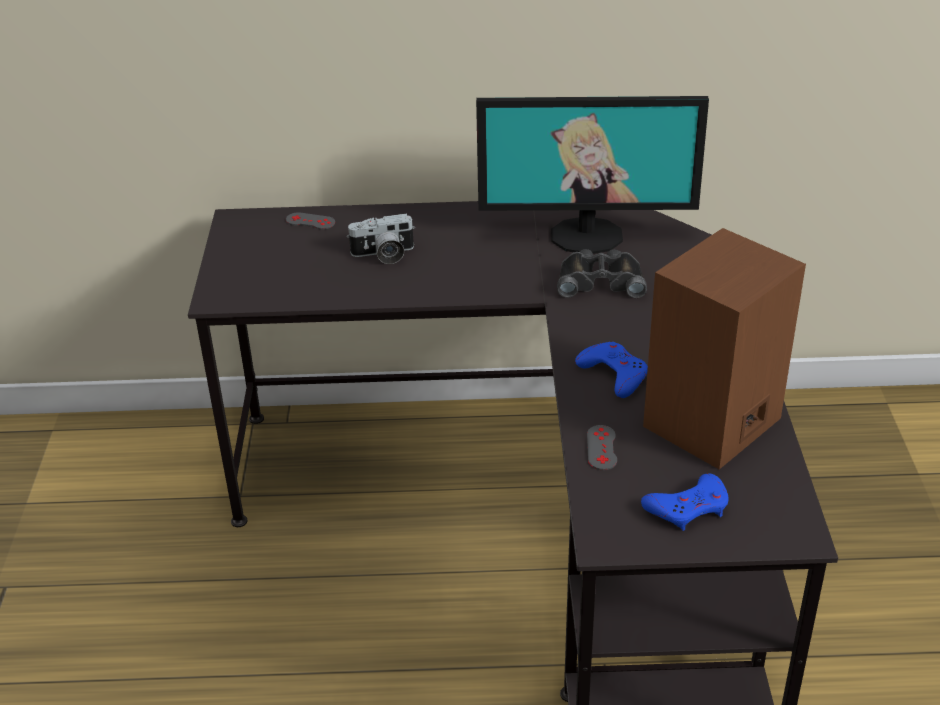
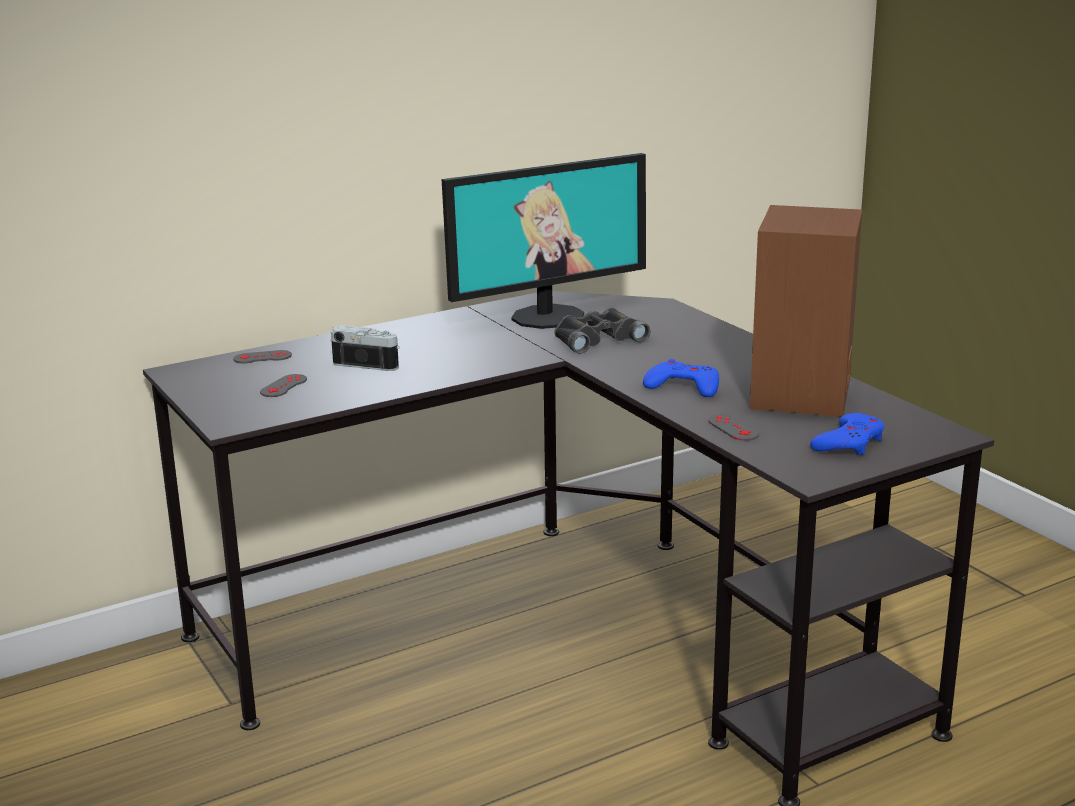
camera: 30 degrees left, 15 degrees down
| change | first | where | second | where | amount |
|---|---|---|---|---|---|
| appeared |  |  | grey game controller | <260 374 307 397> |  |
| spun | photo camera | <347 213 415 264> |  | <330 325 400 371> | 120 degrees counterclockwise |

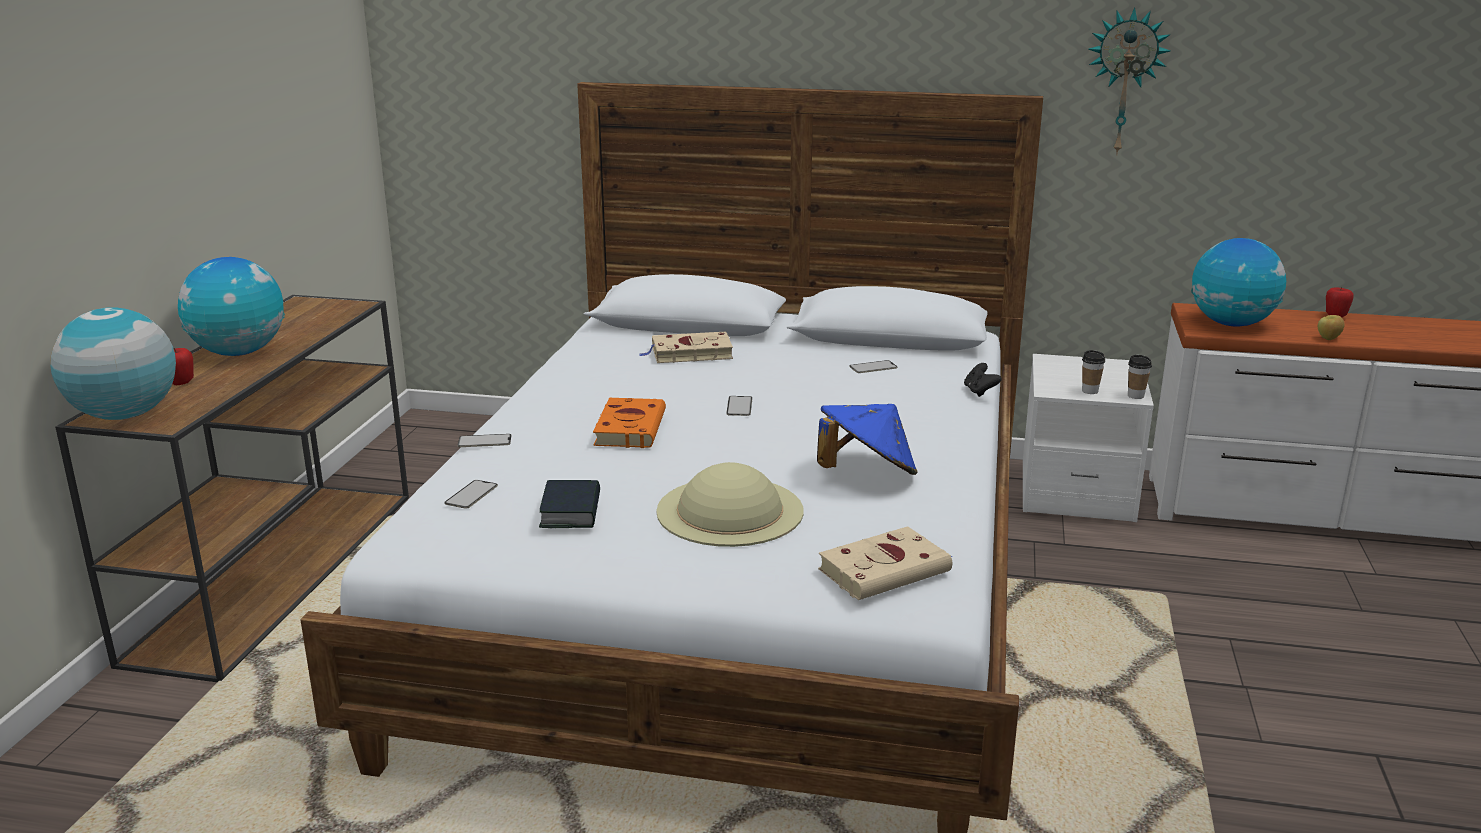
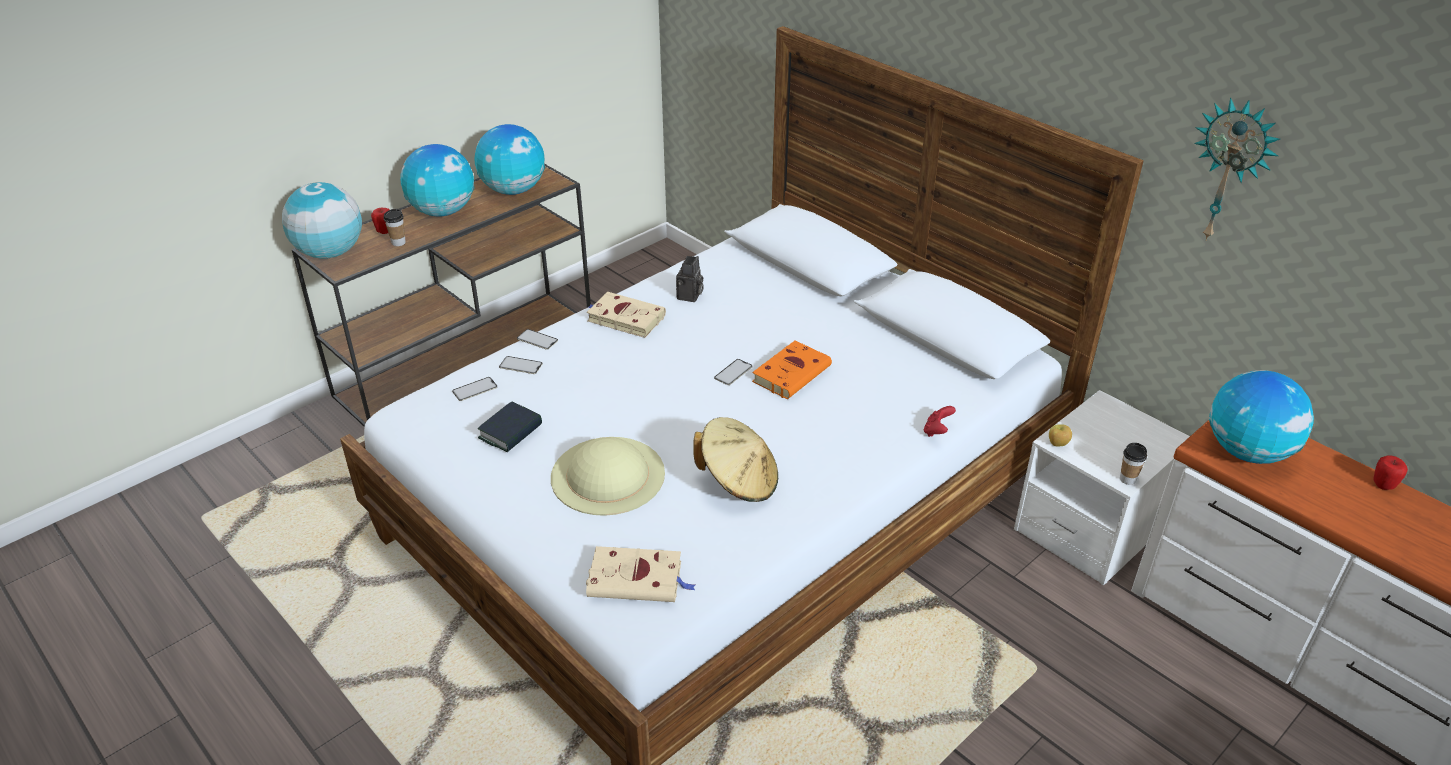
camera: 35 degrees right, 15 degrees up
| change | first | where | second | where | amount |
|---|---|---|---|---|---|
| appeared |  |  | globe | <474 124 545 195> |  |
| appeared |  |  | photo camera | <676 256 703 302> |  |
| relocated | orange book | <593 398 666 448> |  | <752 341 832 399> |  |
| relocated | beige book | <640 332 733 363> |  | <587 292 666 338> |  |
| relocated | phone | <849 360 898 373> |  | <499 356 543 374> |  |
| relocated | cup | <1082 350 1105 394> |  | <384 209 406 246> |  |
| relocated | apple | <1318 315 1345 340> |  | <1049 424 1072 446> |  |
| colour | blue hat | <817 404 917 475> | beige hat | <693 417 778 502> |  |
| colour | black game controller | <964 363 1002 397> | red game controller | <924 406 956 437> |  |

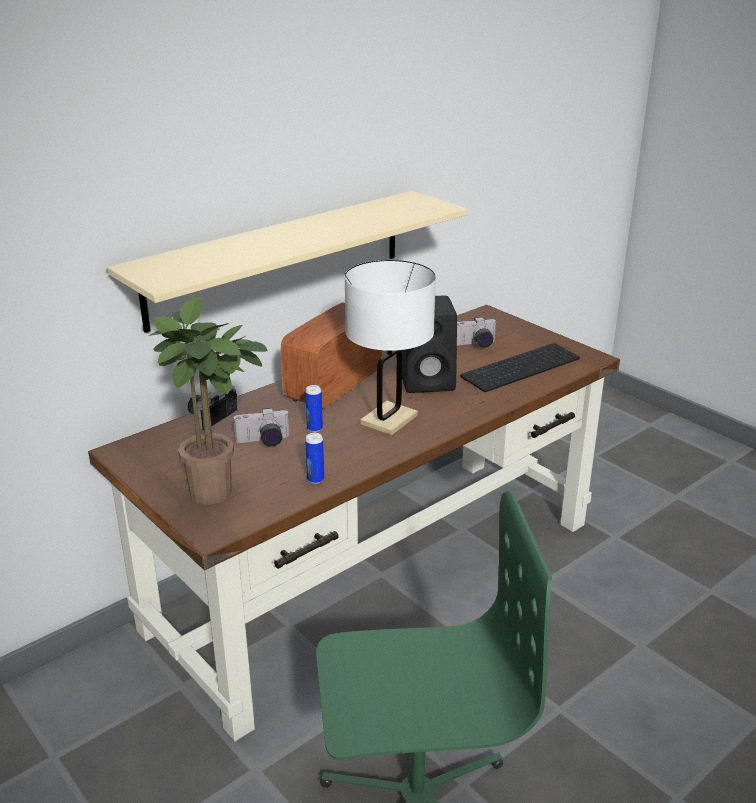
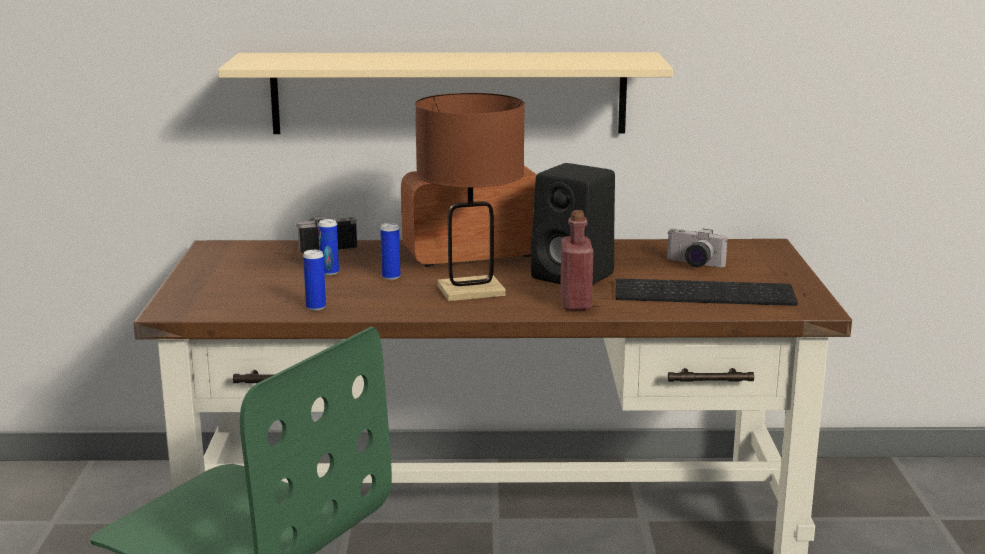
camera: 40 degrees right, 10 degrees down
| change | first | where | second | where | amount |
|---|---|---|---|---|---|
| missing | potted plant | <149 297 268 504> |  |  |  |
| appeared |  |  | red bottle | <560 210 594 311> |  |
| exchanged | photo camera | <233 408 290 447> | can | <318 219 339 275> |  |
| colour | white table lamp | <345 260 436 435> | brown table lamp | <415 93 525 301> |  |

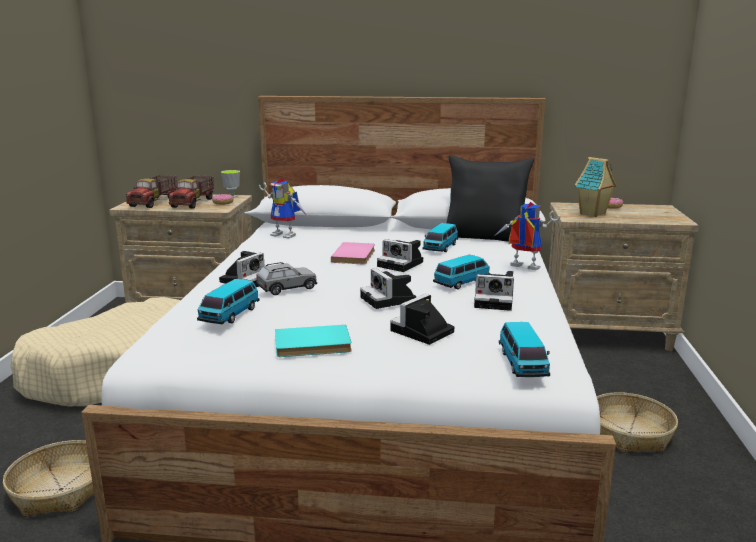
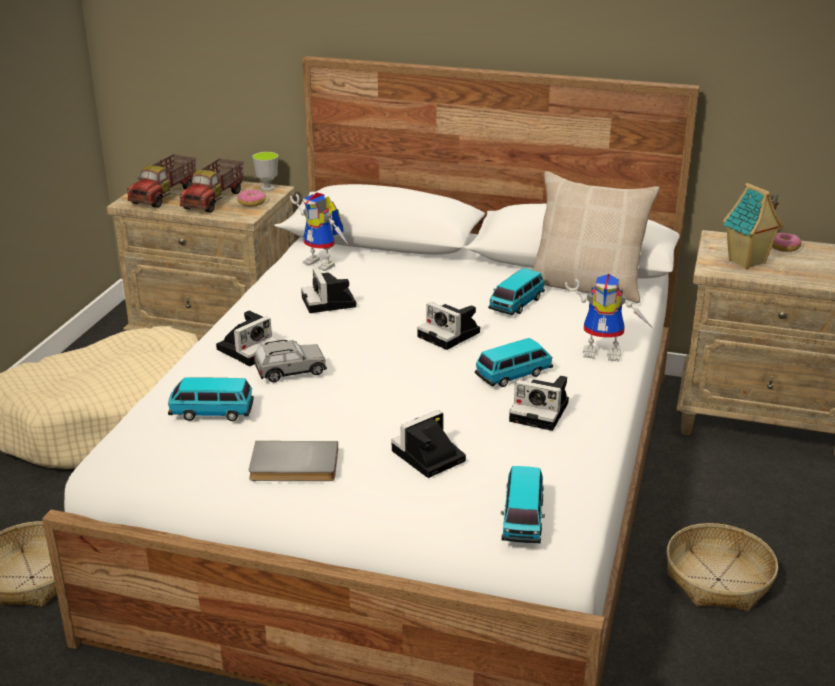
camera: 10 degrees right, 10 degrees up
| change | first | where | second | where | amount |
|---|---|---|---|---|---|
| missing | pink book | <331 242 375 264> |  |  |  |
| relocated | photo camera | <360 268 416 309> |  | <301 268 357 313> |  |
| colour | turquoise book | <275 325 352 357> | grey book | <249 441 338 481> |  |
| colour | black pillow | <447 155 534 242> | beige pillow | <533 171 660 303> |  |
| spun | toy car | <197 279 260 324> |  | <168 377 254 421> | 60 degrees clockwise |
| spun | toy robot | <493 202 561 270> |  | <565 274 653 362> | 150 degrees clockwise |

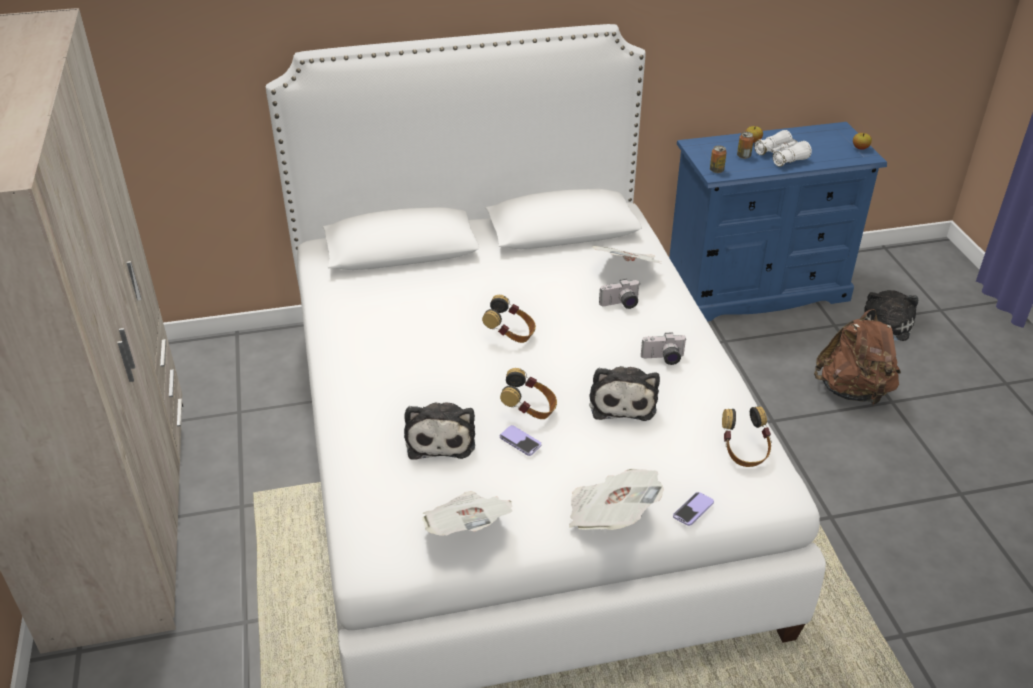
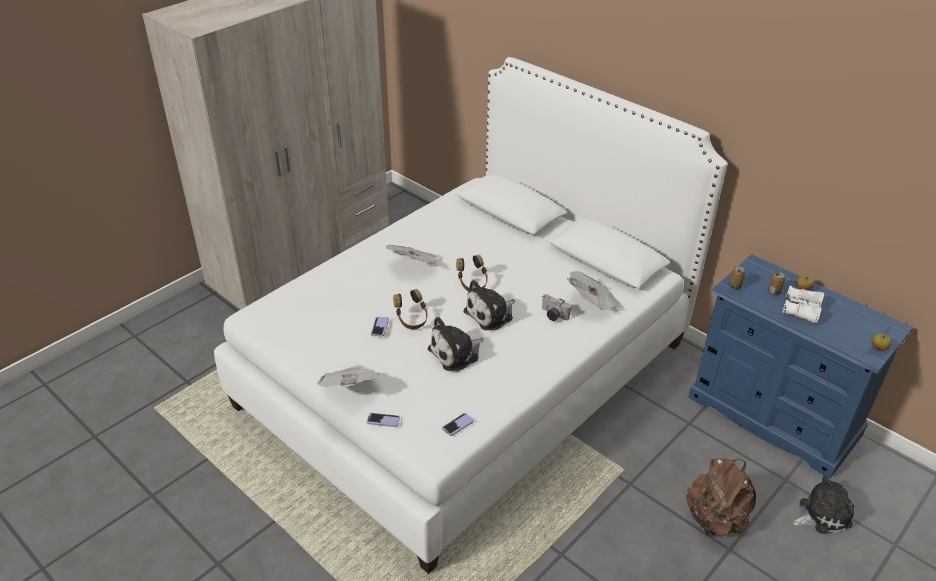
camera: 55 degrees right, 0 degrees up
| change | first | where | second | where | amount |
|---|---|---|---|---|---|
| missing | photo camera | <641 332 687 365> |  |  |  |
| relocated | plush toy | <404 402 475 460> |  | <463 280 515 331> |  |
| relocated | newspaper | <422 491 513 536> |  | <386 245 439 263> |  |
| exchanged | headphones | <722 406 772 467> | phone | <442 413 474 436> |  |

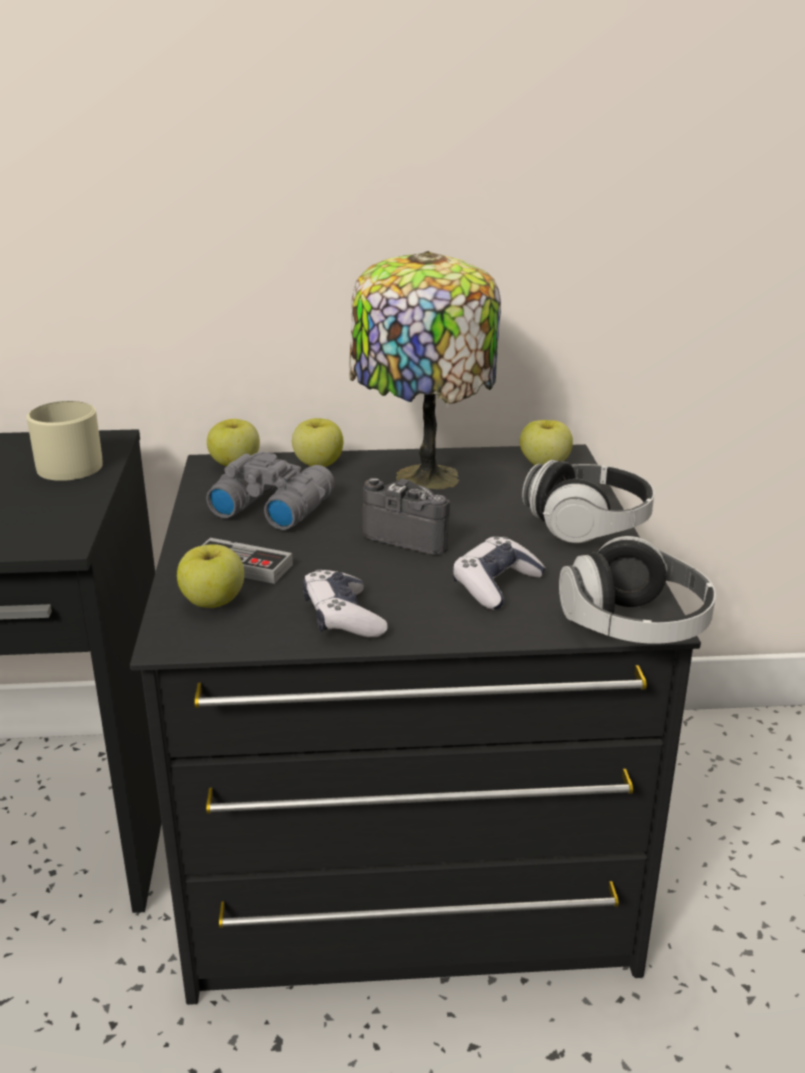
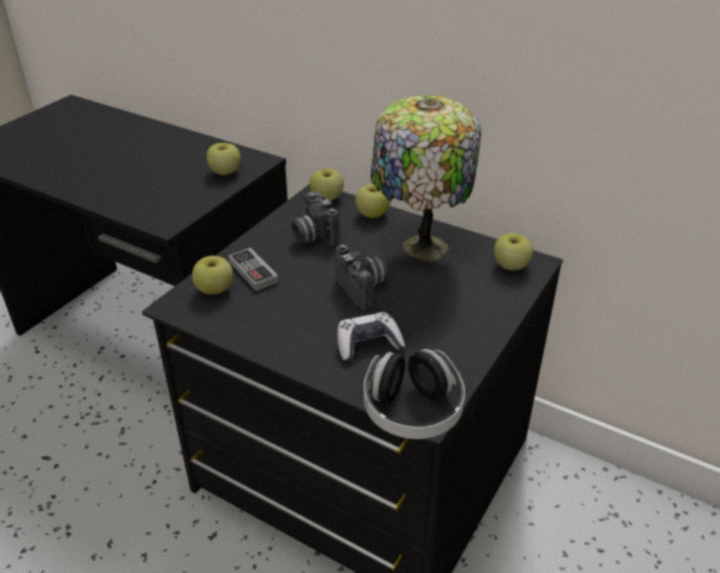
camera: 35 degrees right, 10 degrees up
| change | first | where | second | where | amount |
|---|---|---|---|---|---|
| missing | game controller | <303 569 388 637> |  |  |  |
| missing | headphones | <522 460 654 543> |  |  |  |
| exchanged | beige mug | <27 401 103 481> | apple | <206 143 241 175> |  |
| exchanged | grey binoculars | <206 452 335 530> | photo camera | <291 191 340 246> |  |

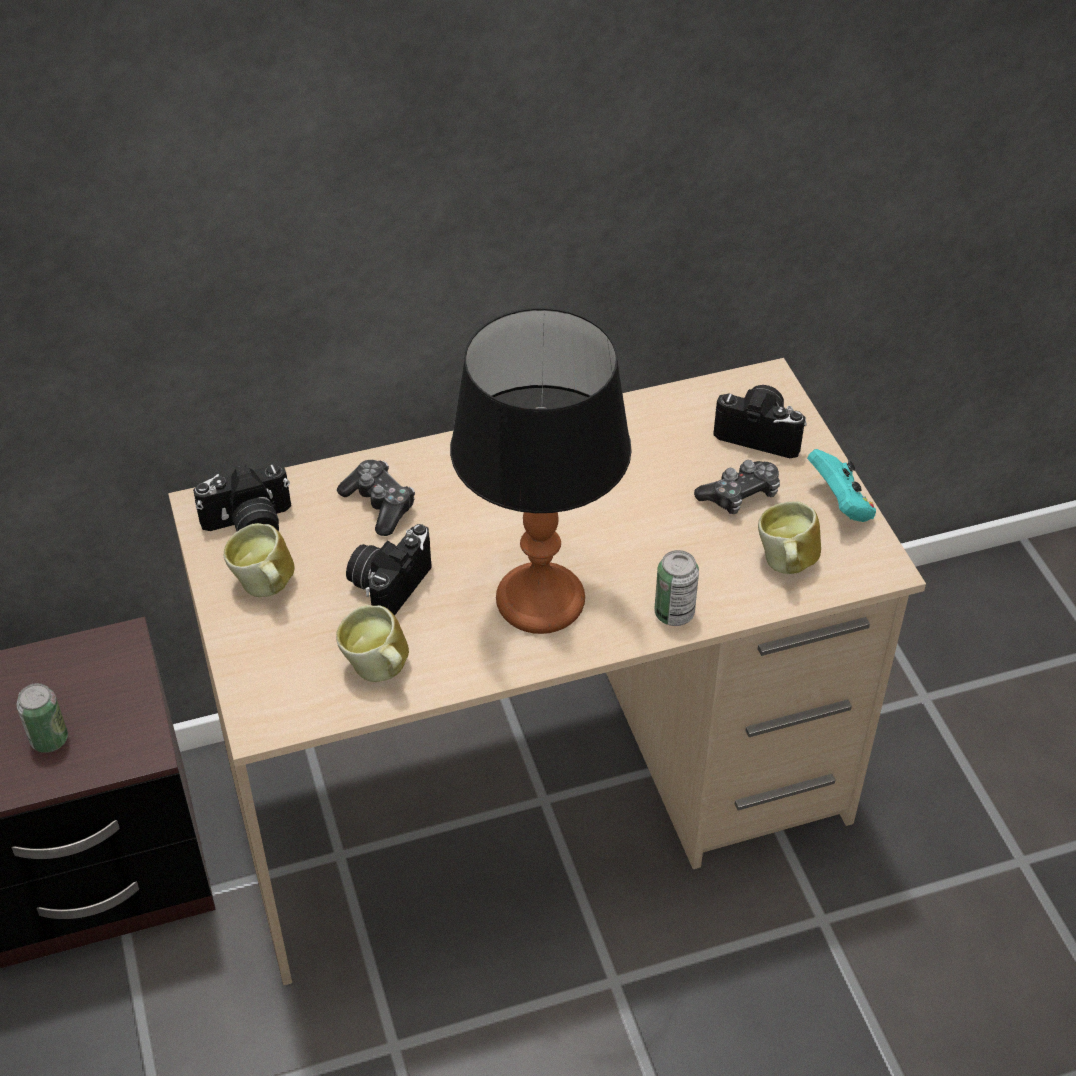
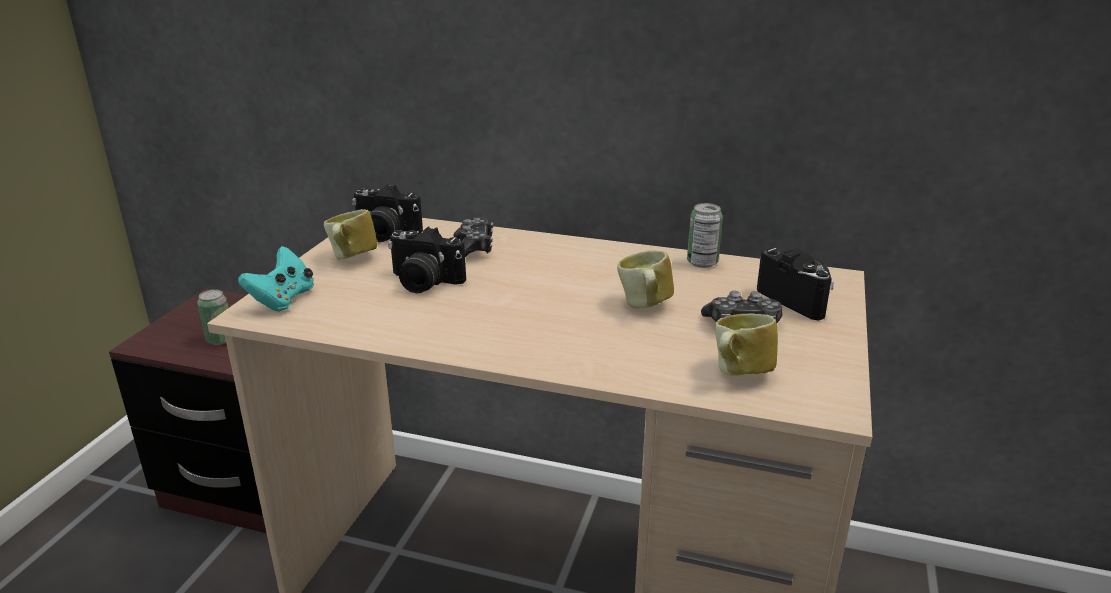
camera: 35 degrees right, 20 degrees down
| change | first | where | second | where | amount |
|---|---|---|---|---|---|
| missing | table lamp | <450 308 632 634> |  |  |  |
| relocated | mug | <336 605 409 682> |  | <617 250 674 308> |  |
| relocated | can | <654 550 699 626> |  | <687 203 723 268> |  |
| relocated | turquoise game controller | <807 449 876 522> |  | <238 246 314 311> |  |
| spun | photo camera | <346 524 432 616> |  | <388 227 466 293> | 135 degrees counterclockwise |

